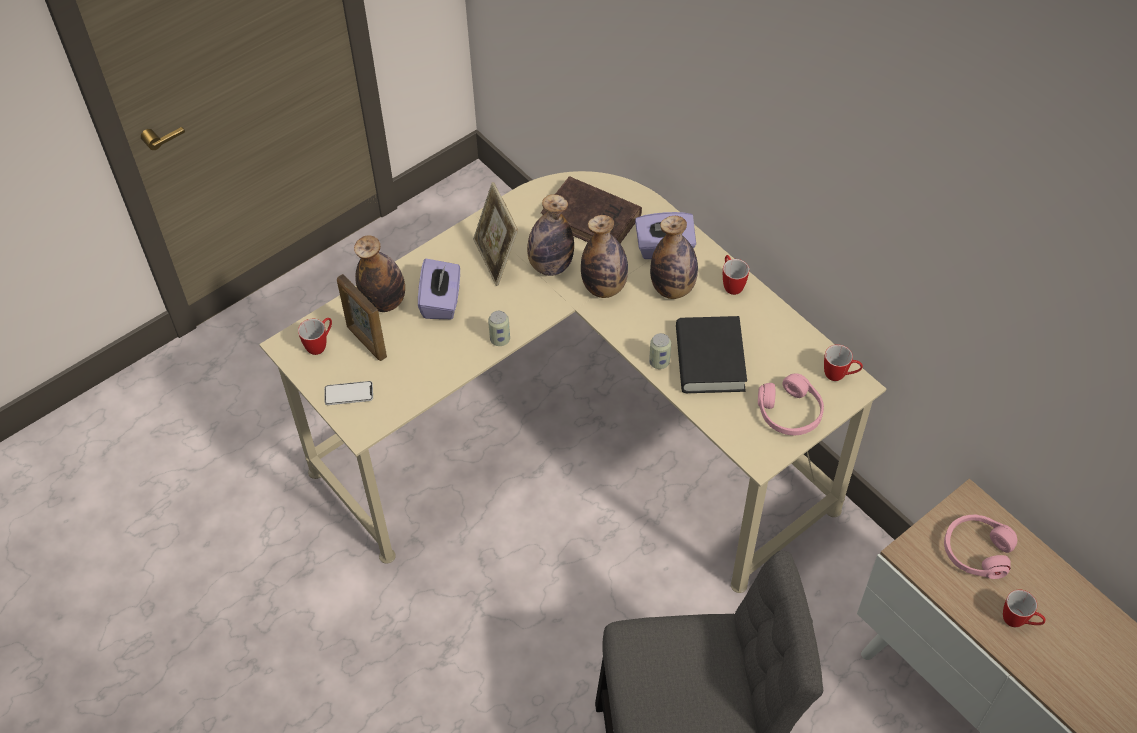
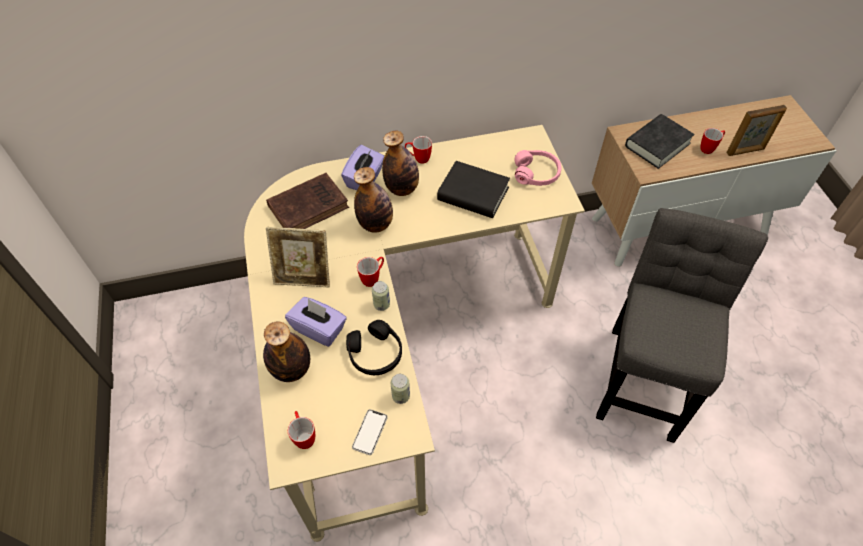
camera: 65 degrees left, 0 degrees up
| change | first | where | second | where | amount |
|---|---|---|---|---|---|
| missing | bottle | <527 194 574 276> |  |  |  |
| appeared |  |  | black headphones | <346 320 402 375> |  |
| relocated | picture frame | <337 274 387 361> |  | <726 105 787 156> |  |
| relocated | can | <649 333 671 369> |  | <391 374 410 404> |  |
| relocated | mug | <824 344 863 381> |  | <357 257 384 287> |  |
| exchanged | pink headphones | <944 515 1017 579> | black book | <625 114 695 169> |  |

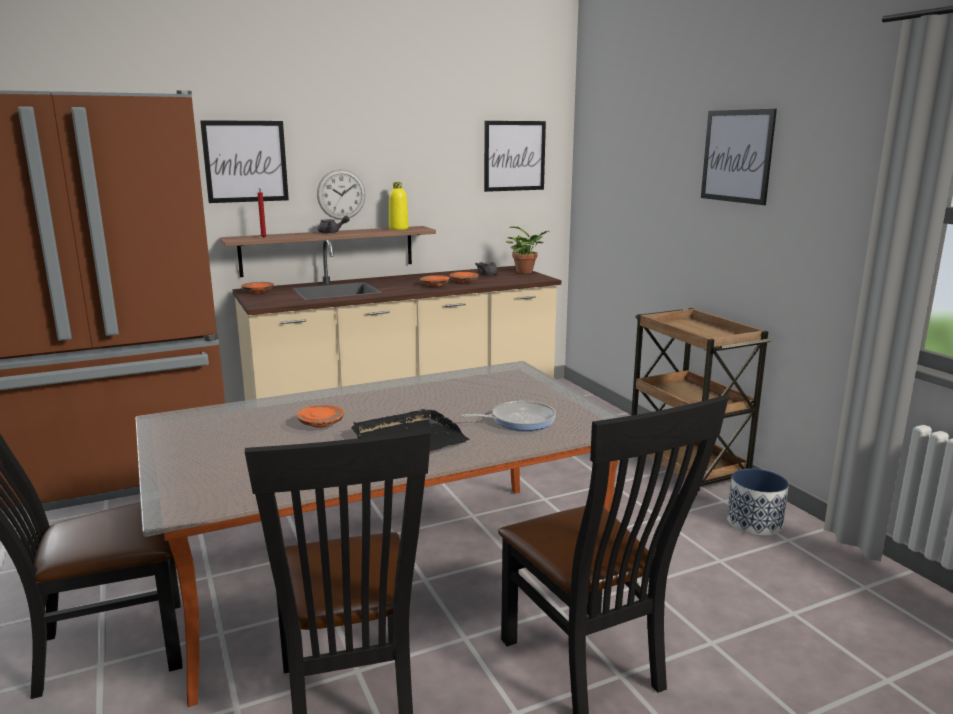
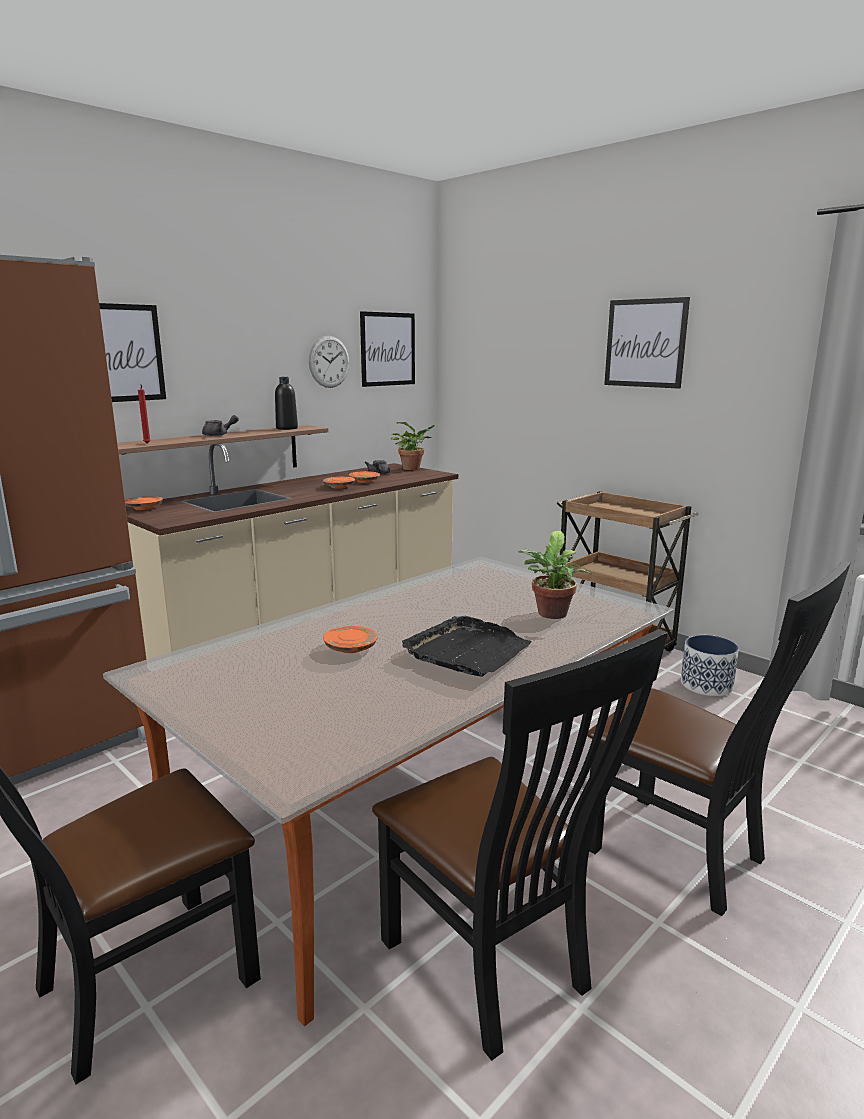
camera: 20 degrees left, 0 degrees up
| change | first | where | second | where | amount |
|---|---|---|---|---|---|
| relocated | wall clock | <317 169 366 220> |  | <309 336 350 388> |  |
| exchanged | frying pan | <461 401 556 431> | potted plant | <519 531 591 619> |  |
| colour | yellow bottle | <389 182 409 230> | black bottle | <275 377 298 430> |  |

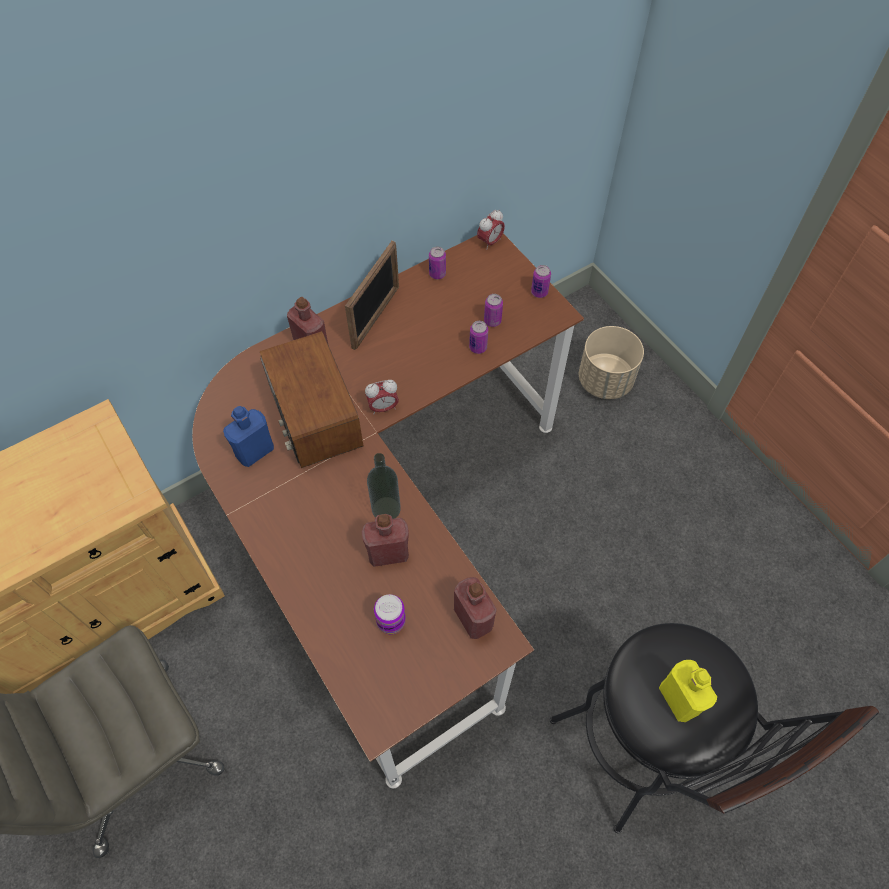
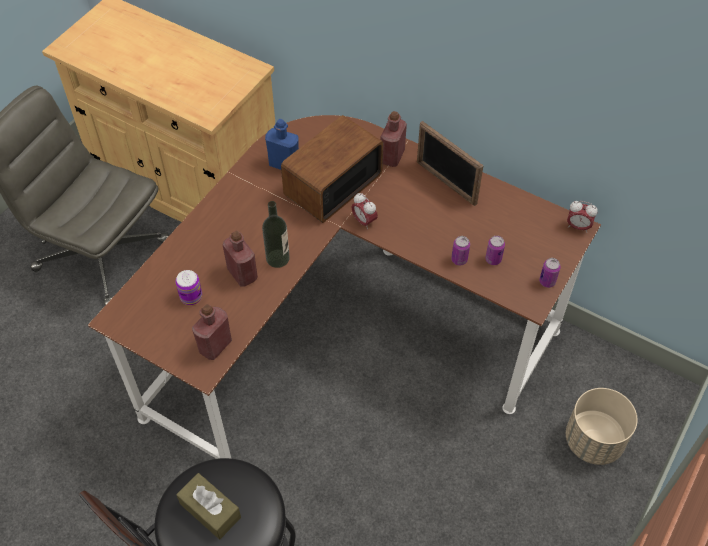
camera: 65 degrees right, 5 degrees down
| change | first | where | second | where | amount |
|---|---|---|---|---|---|
| missing | can | <429 246 446 279> |  |  |  |
| exchanged | yellow bottle | <659 660 717 722> | brown tissue box | <176 473 241 539> |  |
| spun | picture frame | <345 241 399 350> |  | <417 121 484 206> | 45 degrees clockwise |

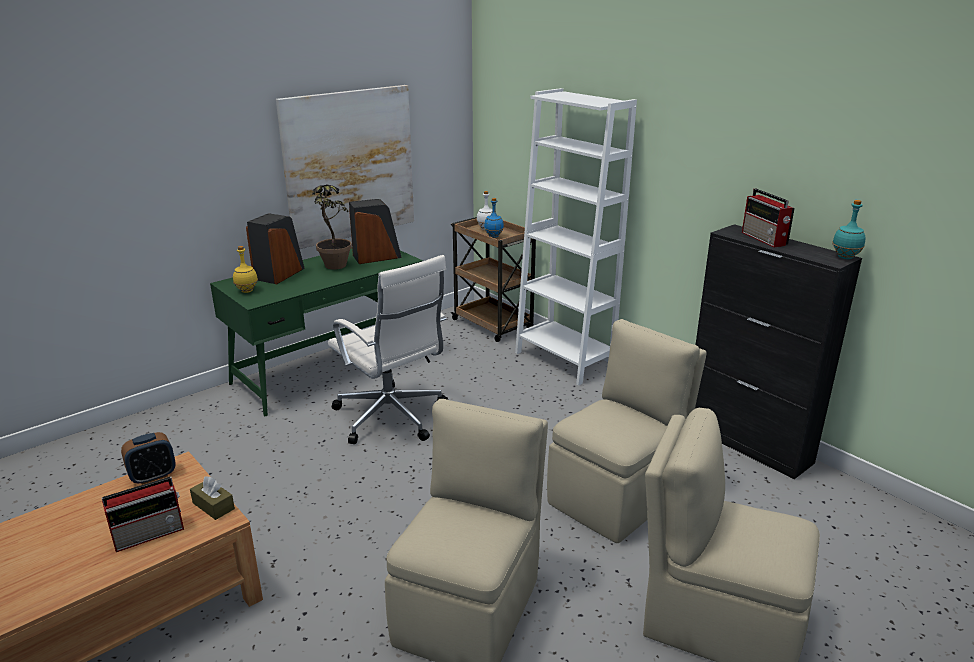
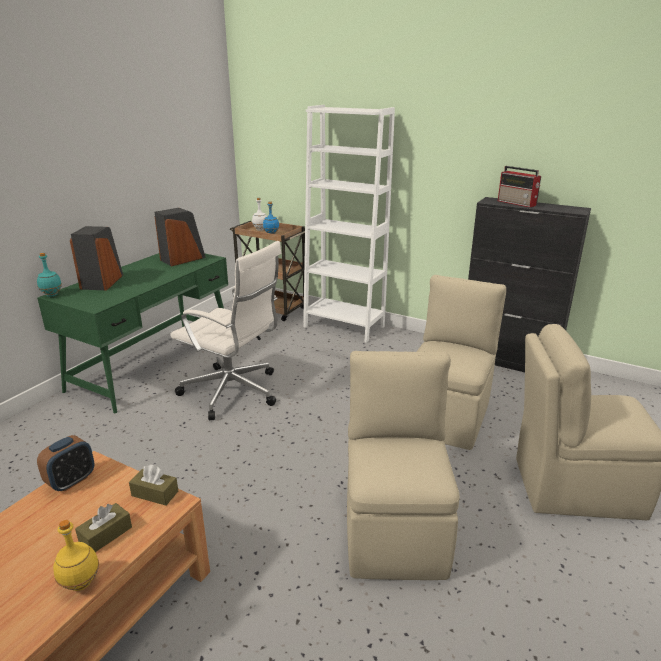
camera: 20 degrees left, 0 degrees up
| change | first | where | second | where | amount |
|---|---|---|---|---|---|
| missing | picture | <276 85 414 249> |  |  |  |
| missing | potted plant | <312 184 352 270> |  |  |  |
| relocated | yellow bottle | <233 246 258 293> |  | <53 520 99 591> |  |
| relocated | turquoise bottle | <832 200 865 259> |  | <37 253 62 297> |  |
| exchanged | radio | <102 477 184 552> | brown tissue box | <75 503 132 552> |  |

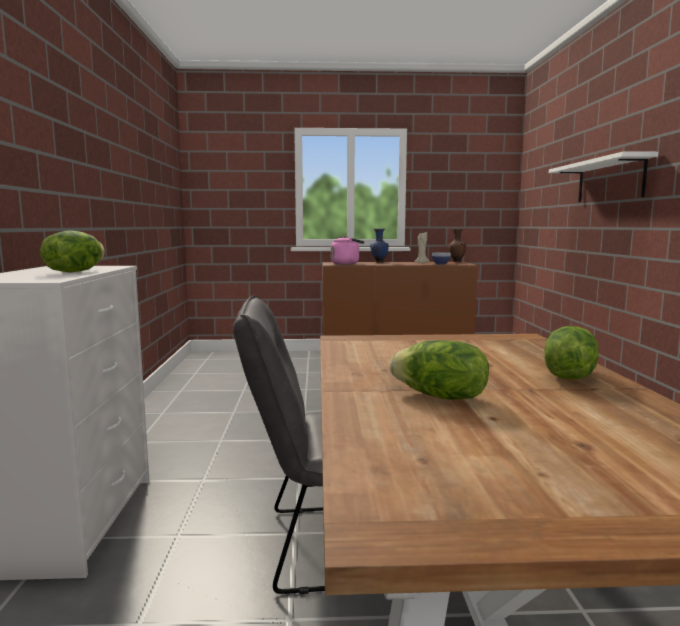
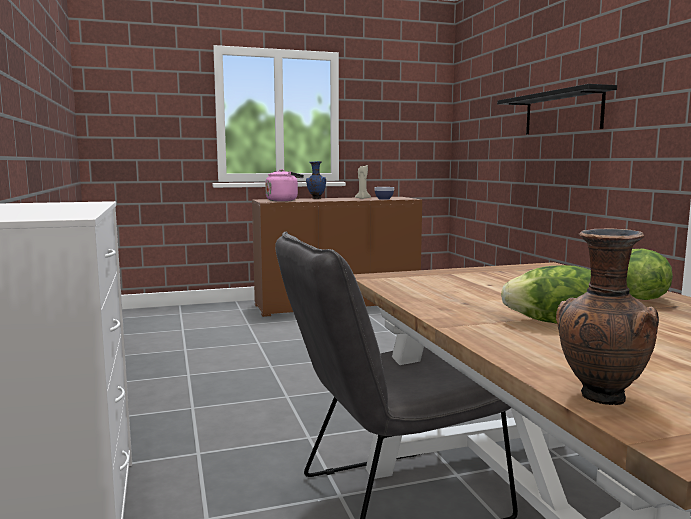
camera: 15 degrees left, 0 degrees up
| change | first | where | second | where | amount |
|---|---|---|---|---|---|
| missing | lettuce | <40 230 105 273> |  |  |  |
| relocated | brown vase | <449 229 466 262> |  | <556 228 659 405> |  |
| colour | white shelf | <549 151 658 203> | black shelf | <497 84 617 134> |  |

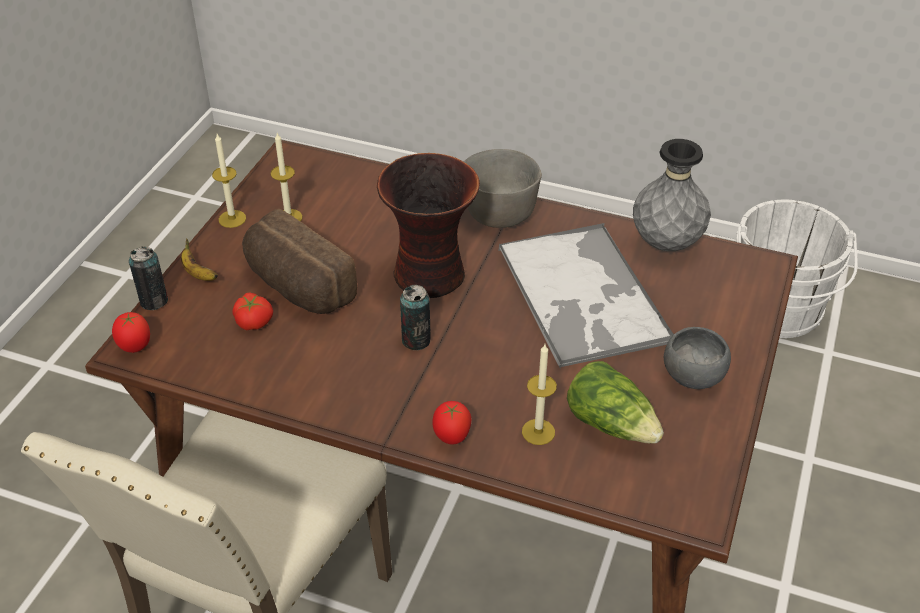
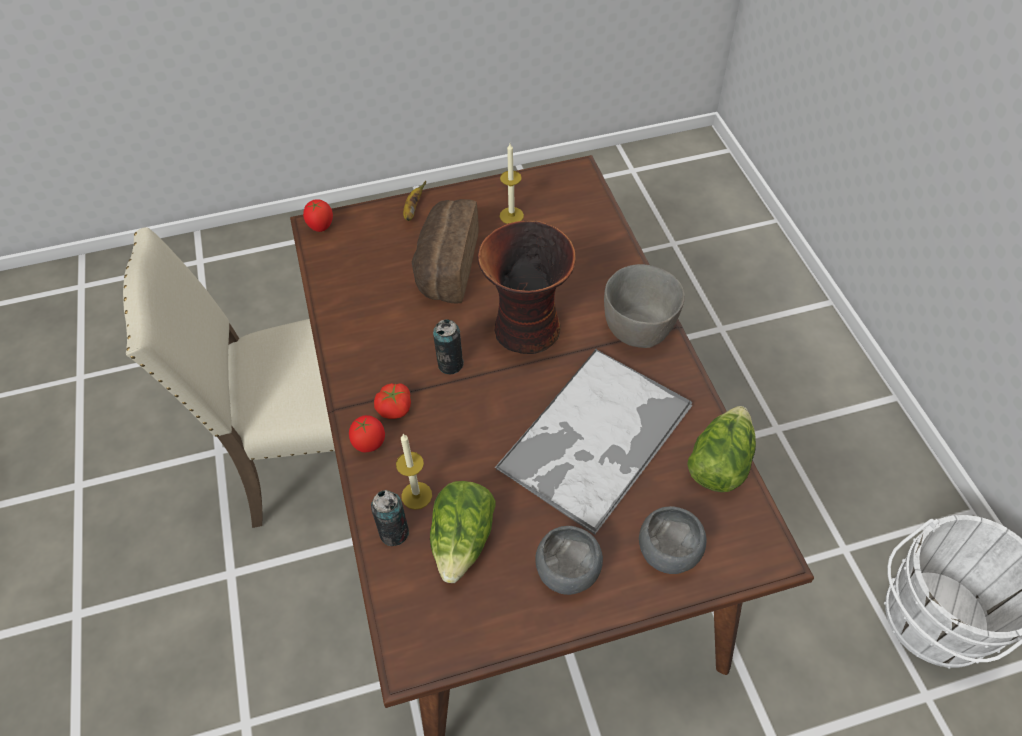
camera: 55 degrees right, 10 degrees up
| change | first | where | second | where | amount |
|---|---|---|---|---|---|
| missing | candle | <212 134 246 228> |  |  |  |
| appeared |  |  | grey bowl | <639 506 706 574> |  |
| relocated | can | <129 246 168 310> |  | <371 490 409 546> |  |
| relocated | tomato | <232 292 273 330> |  | <374 383 411 419> |  |
| exchanged | grey vase | <633 139 711 251> | lettuce | <687 406 756 492> |  |

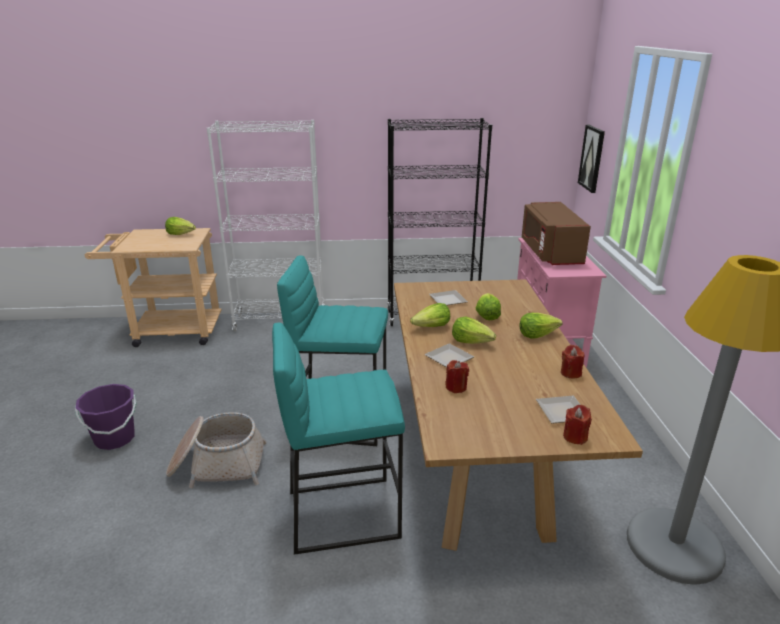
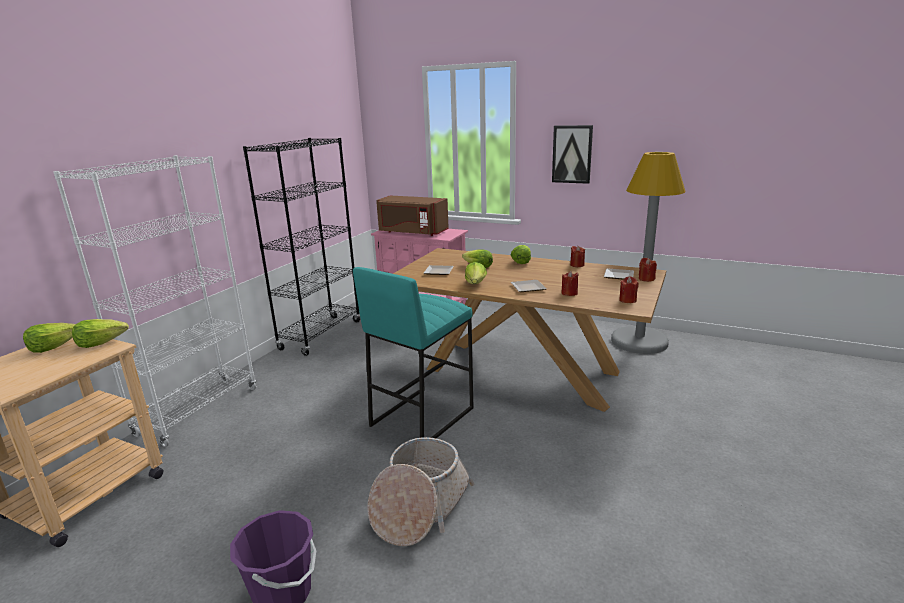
camera: 60 degrees left, 5 degrees down
| change | first | where | second | where | amount |
|---|---|---|---|---|---|
| missing | turquoise stool | <272 323 405 555> |  |  |  |
| appeared |  |  | red candle | <619 276 638 303> |  |
| relocated | lettuce | <452 316 496 344> |  | <72 319 129 348> |  |
| relocated | picture | <578 125 605 193> |  | <552 125 593 184> |  |

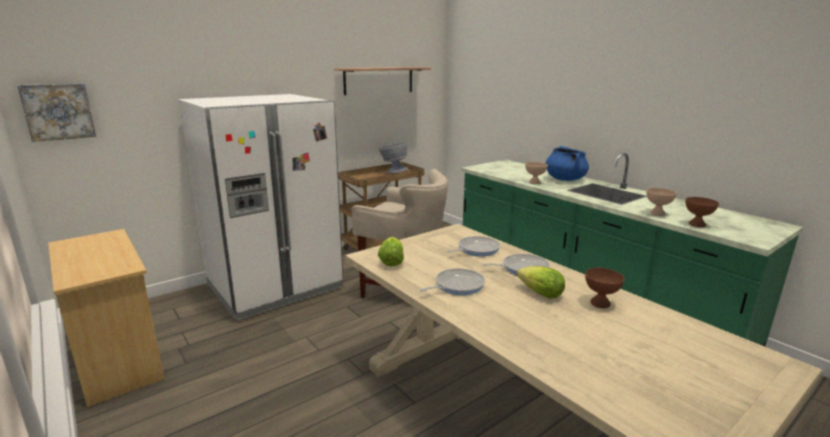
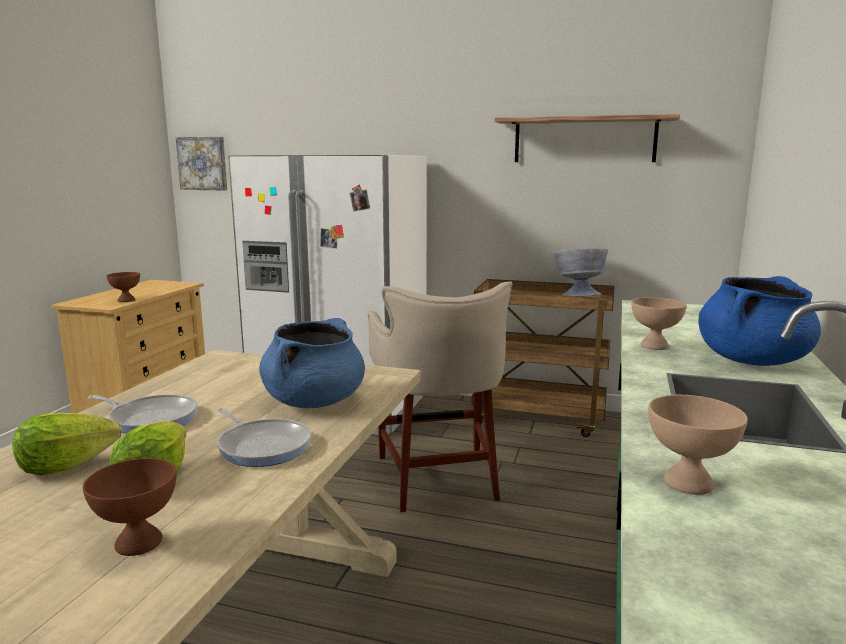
camera: 55 degrees right, 5 degrees down
| change | first | where | second | where | amount |
|---|---|---|---|---|---|
| relocated | lettuce | <378 237 404 266> |  | <12 413 121 475> |  |
| relocated | brown bowl | <686 197 719 227> |  | <107 272 140 302> |  |
| exchanged | frying pan | <447 236 500 256> | blue cooking pot | <259 318 365 408> |  |

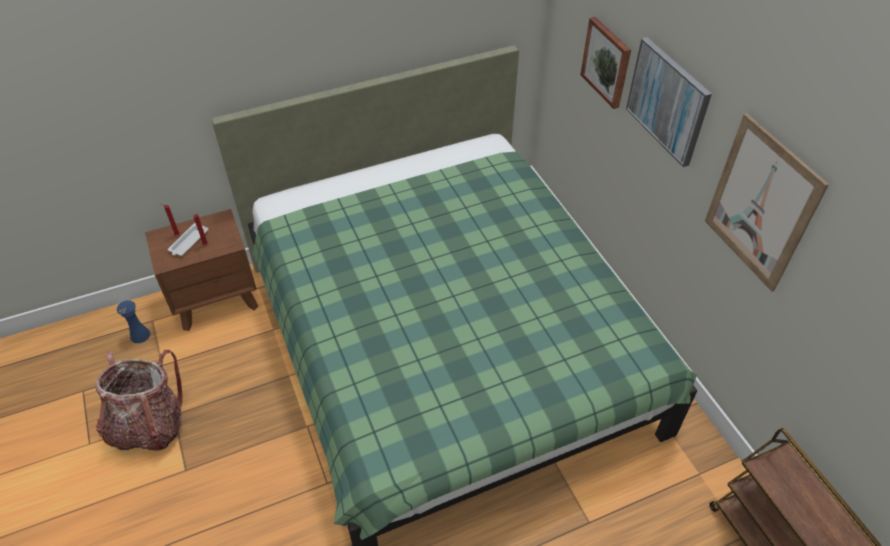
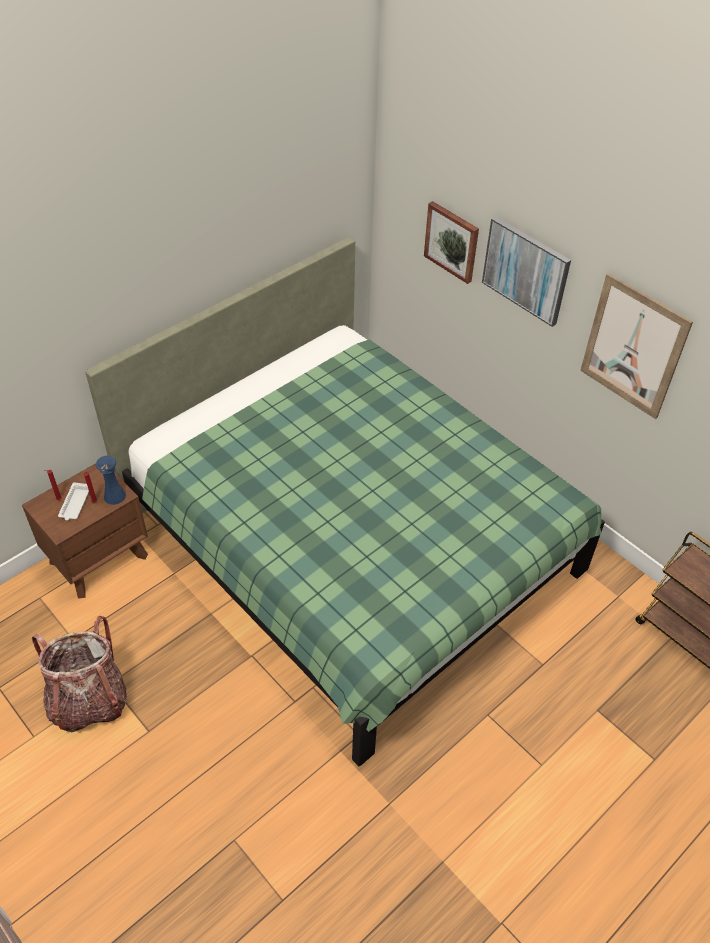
camera: 20 degrees left, 0 degrees up
| change | first | where | second | where | amount |
|---|---|---|---|---|---|
| relocated | blue vase | <117 300 150 343> |  | <96 456 126 505> |  |

